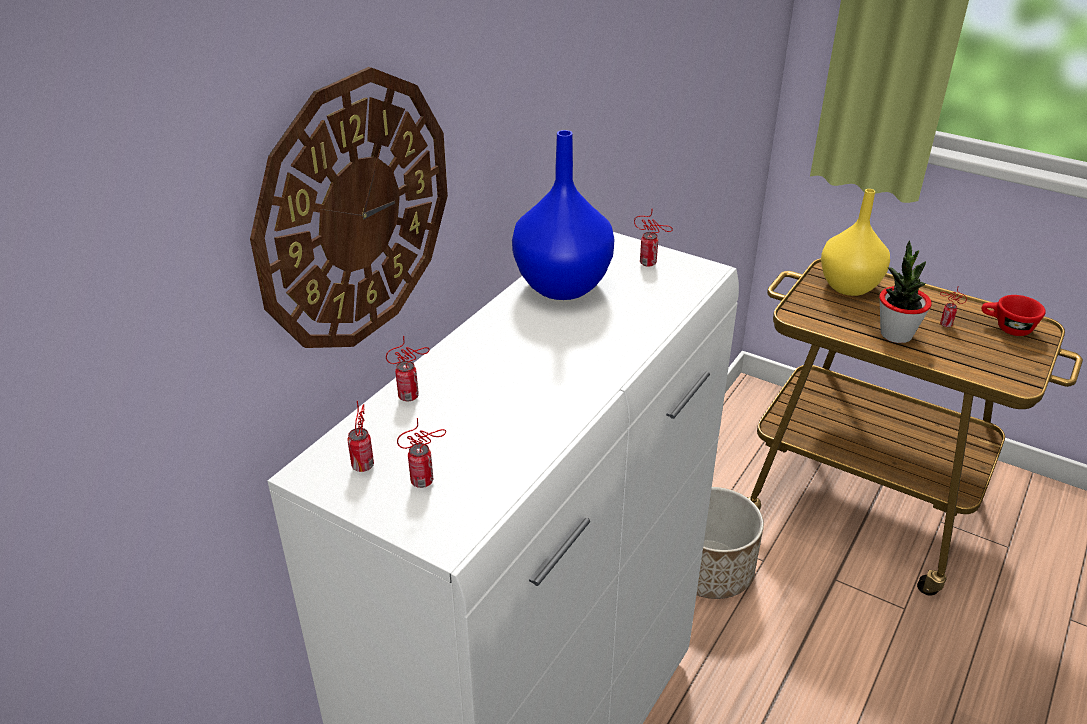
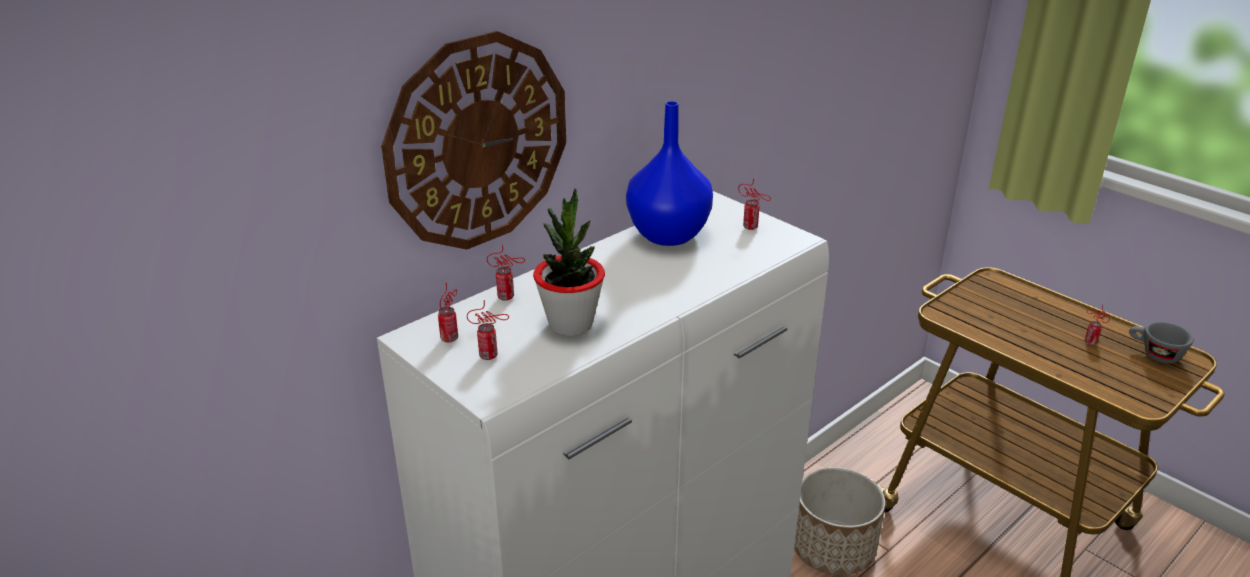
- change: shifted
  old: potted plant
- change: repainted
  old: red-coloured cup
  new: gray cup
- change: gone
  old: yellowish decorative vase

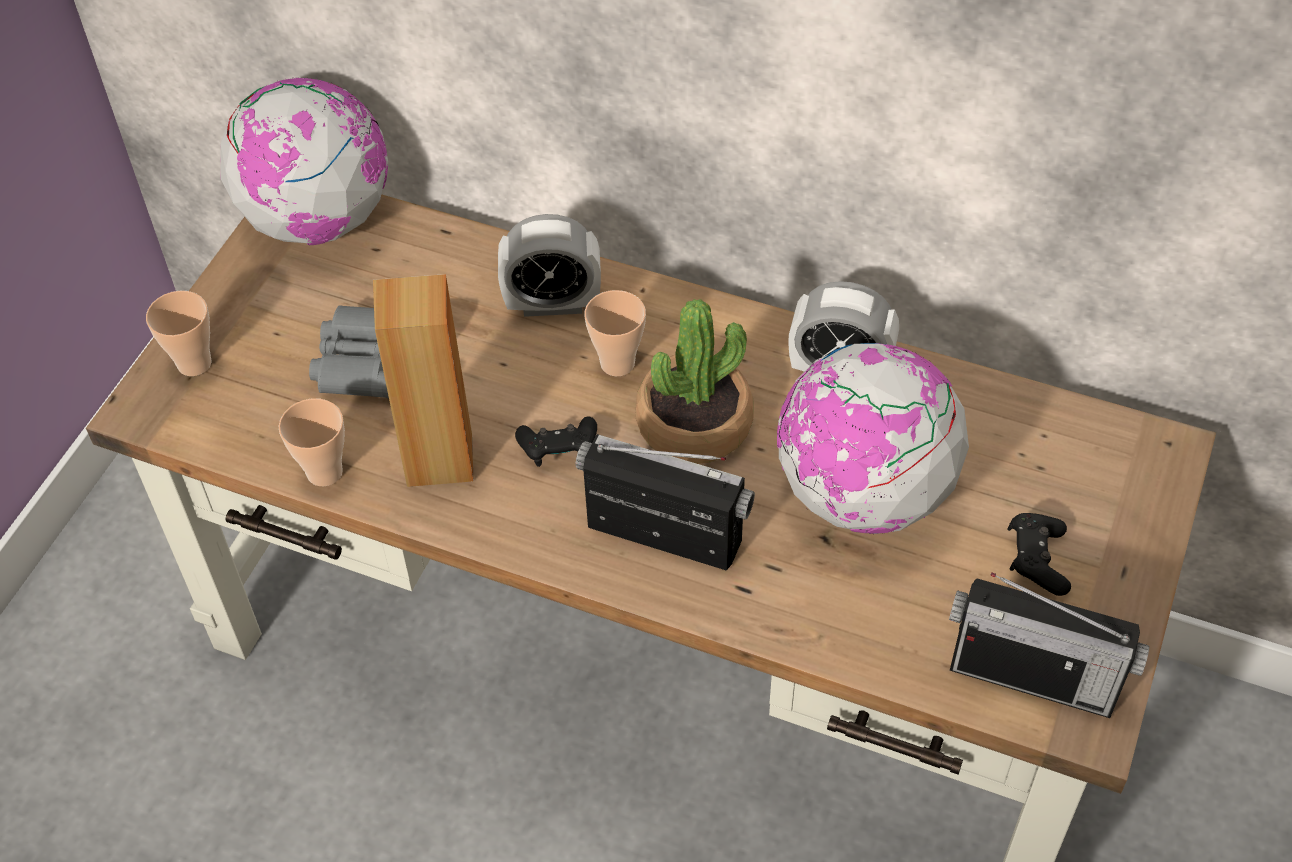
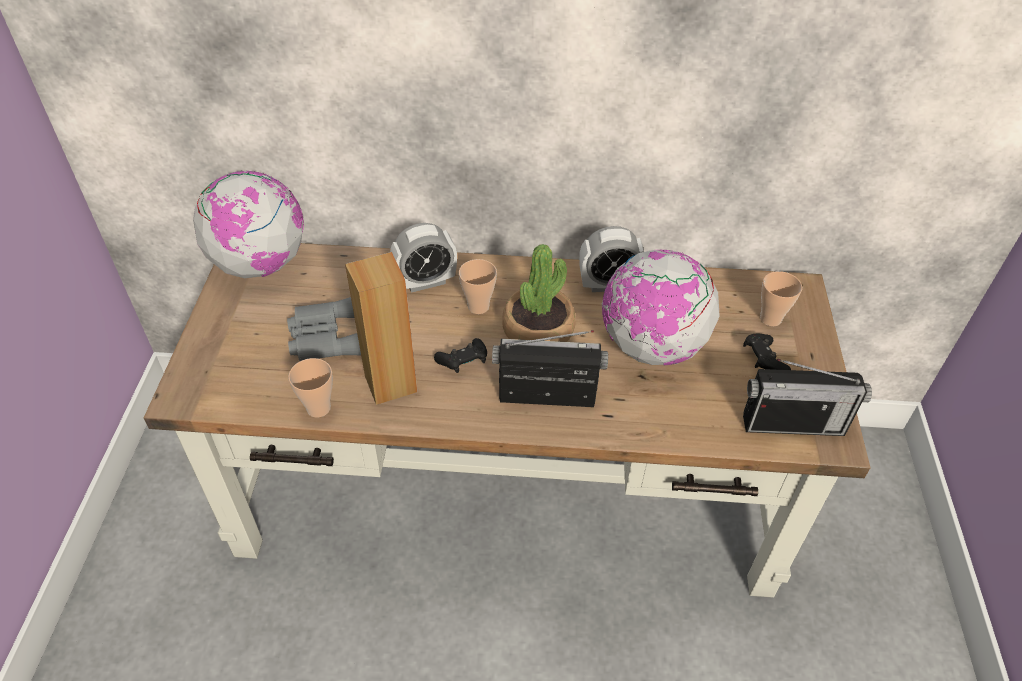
- change: shifted
  old: cup (no. 1 from left in the first image)
  new: cup (no. 3 from left)

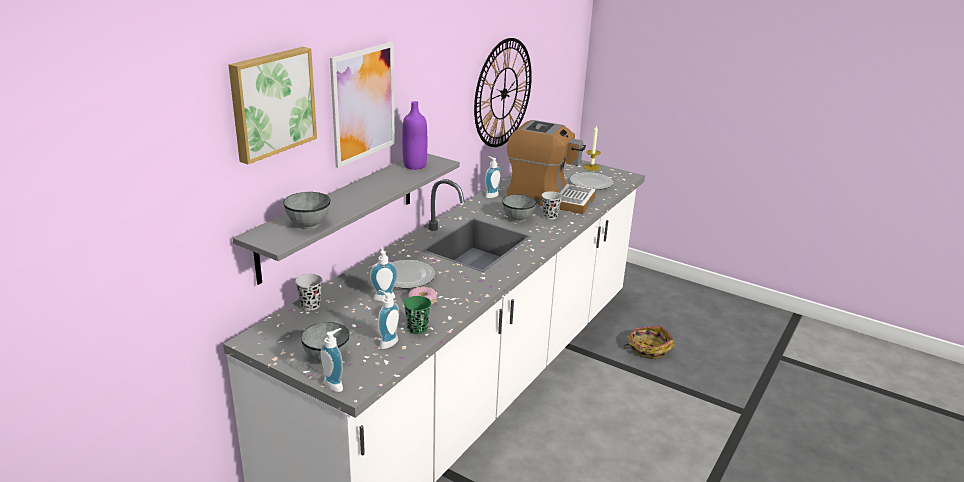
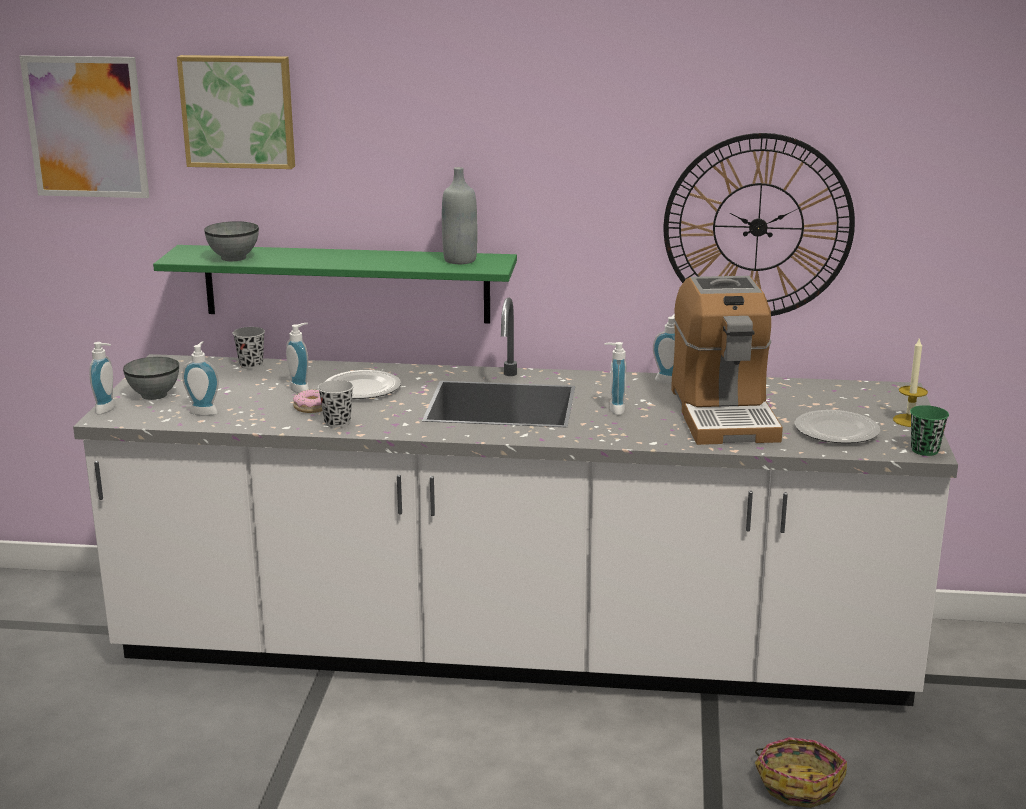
- change: shifted
  old: wall picture (no. 2 from left in the first image)
  new: wall picture (no. 1 from left)
- change: repainted
  old: gray shelf
  new: greenish shelf
- change: shifted
  old: black cup (no. 2 from left)
- change: repainted
  old: purplish beverage bottle
  new: gray beverage bottle
- change: swapped
  old: gray serving bowl (no. 3 from left)
  new: liquid soap bottle (no. 4 from left)
- change: shifted
  old: greenish cup

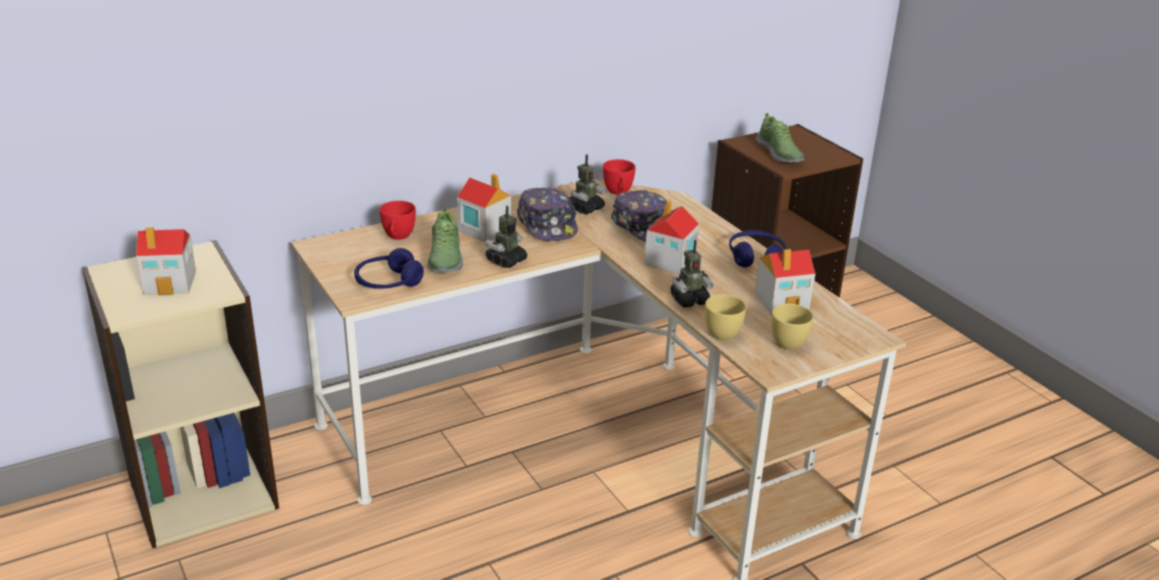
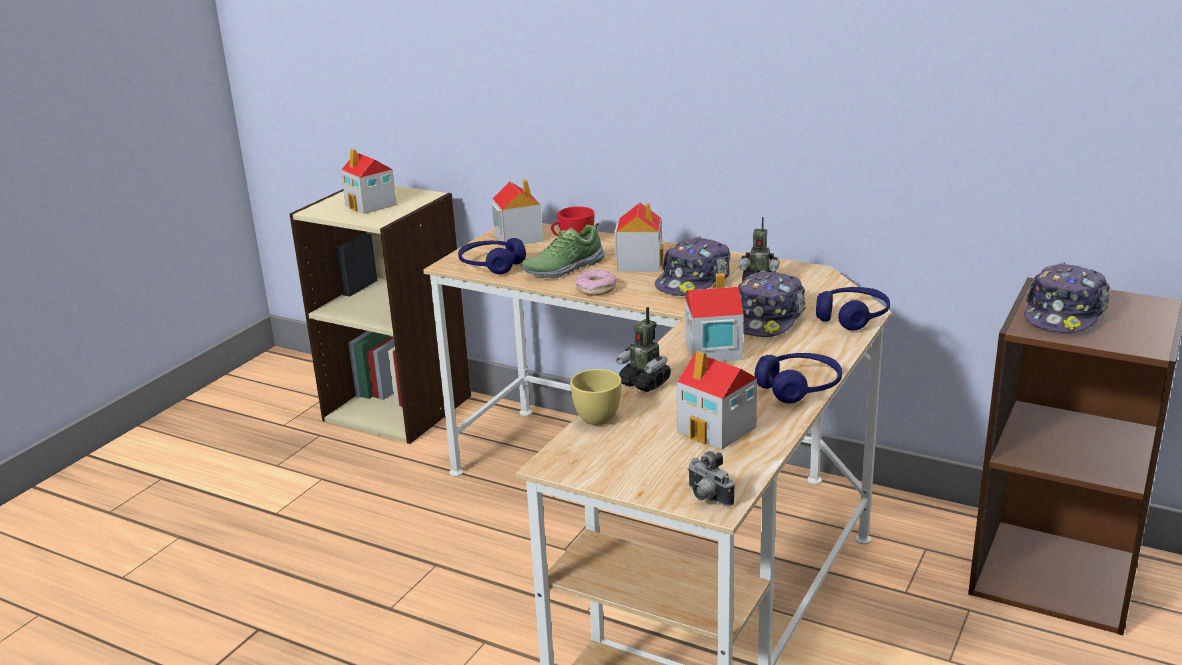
- change: new
  new: model house (no. 2 from left)
- change: swapped
  old: toy robot (no. 1 from left)
  new: donut
- change: new
  new: photo camera
- change: new
  new: blue pair of headphones (no. 3 from left)
- change: swapped
  old: low shoe (no. 2 from left)
  new: baseball cap (no. 3 from left)
- change: gone
  old: red-coloured cup (no. 2 from left)
- change: gone
  old: yellowish cup (no. 2 from left)

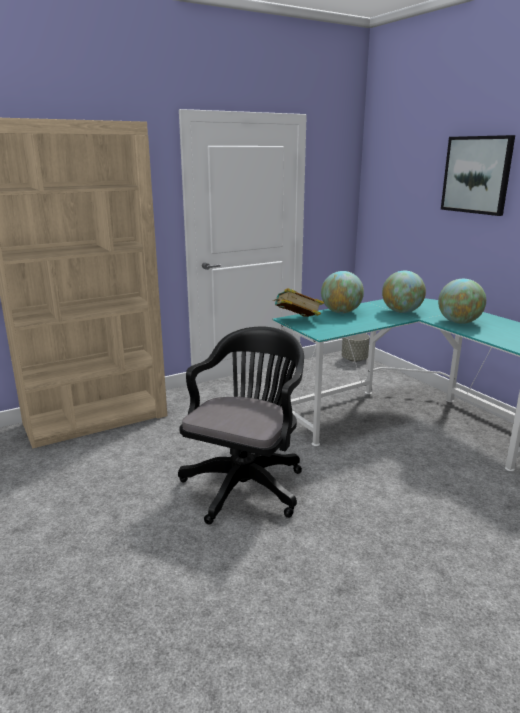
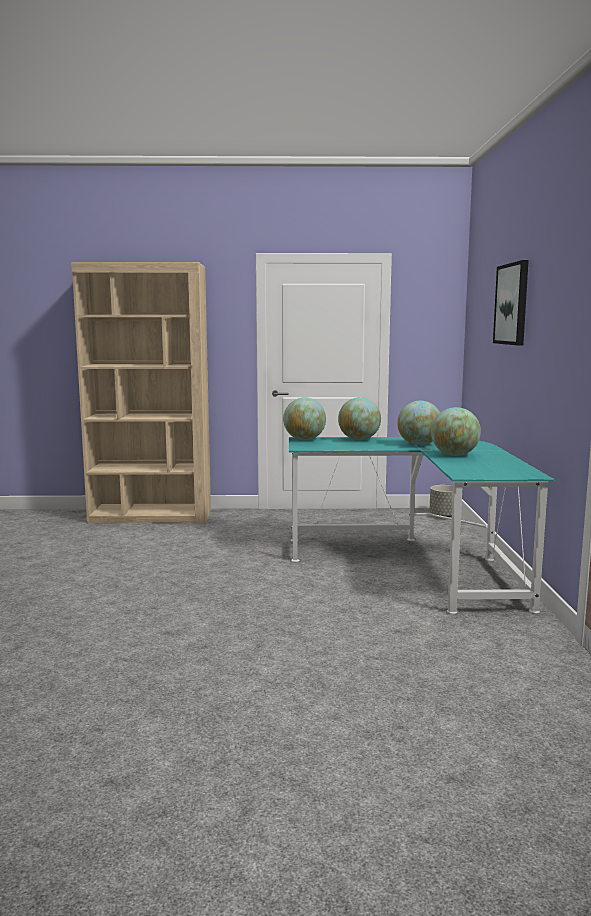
- change: swapped
  old: volume
  new: desk globe (no. 1 from left)
- change: gone
  old: black office chair

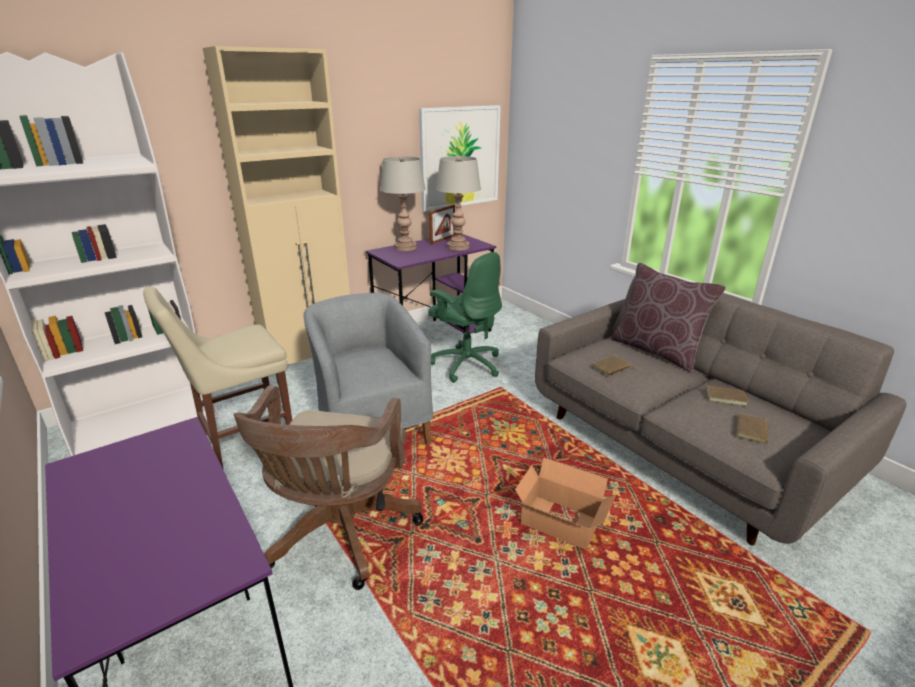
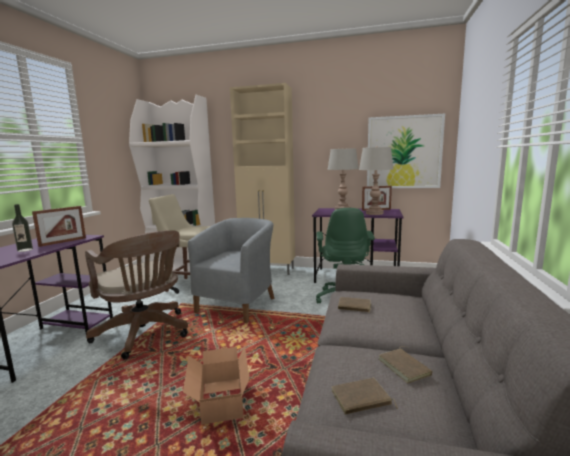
- change: new
  new: beverage bottle
- change: new
  new: photo frame (no. 1 from left)
- change: rotated
  old: brown office chair
  degrees: -105
- change: gone
  old: brown pillow

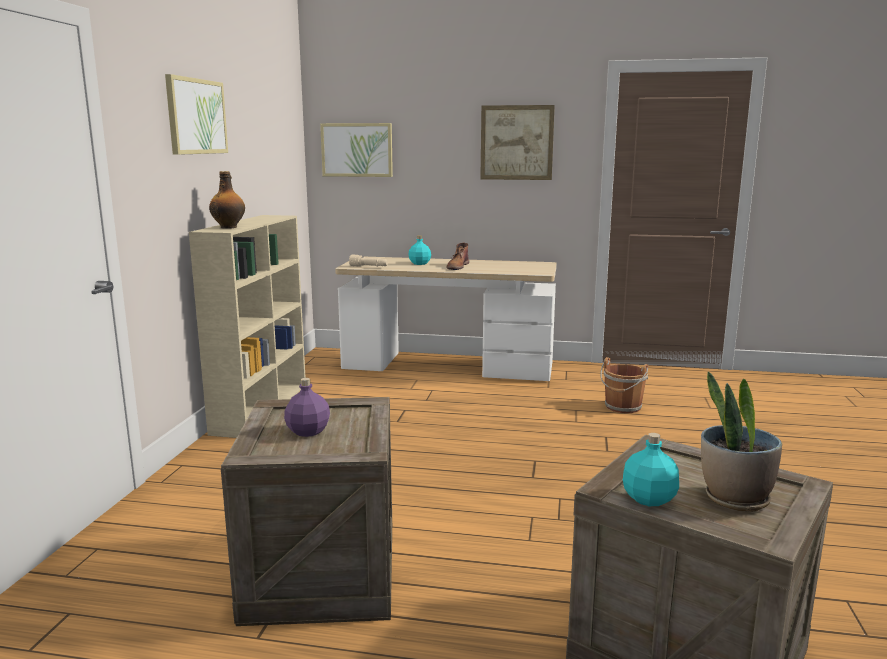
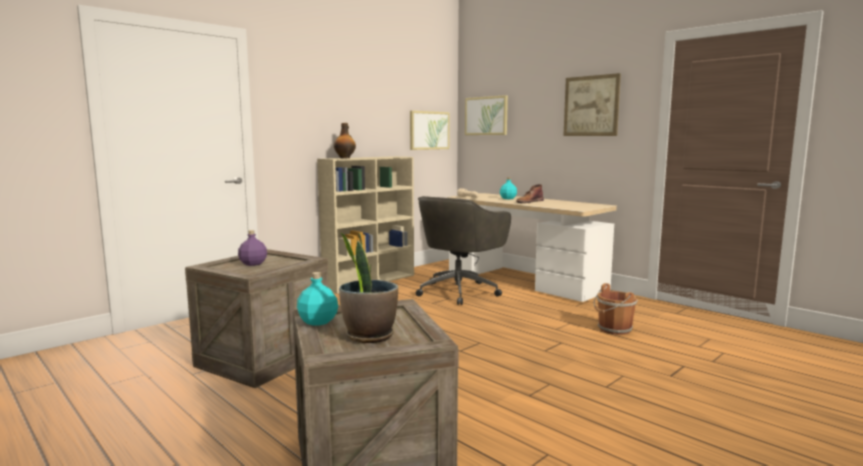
- change: shifted
  old: wall picture (no. 1 from left)
- change: new
  new: gray office chair

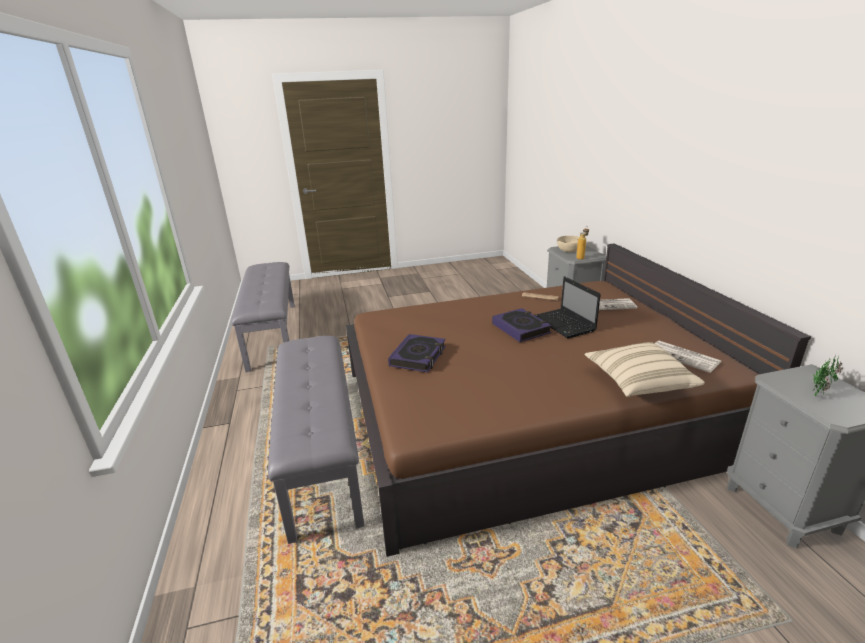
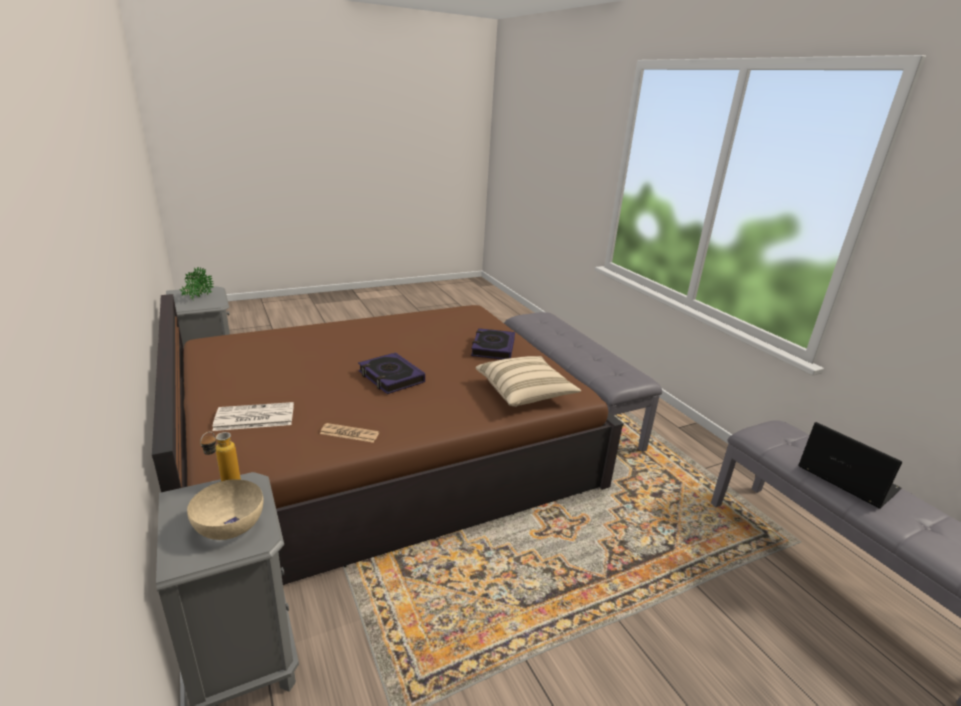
- change: shifted
  old: sand-coloured pillow
- change: shifted
  old: portable computer
- change: gone
  old: daily paper (no. 3 from left)

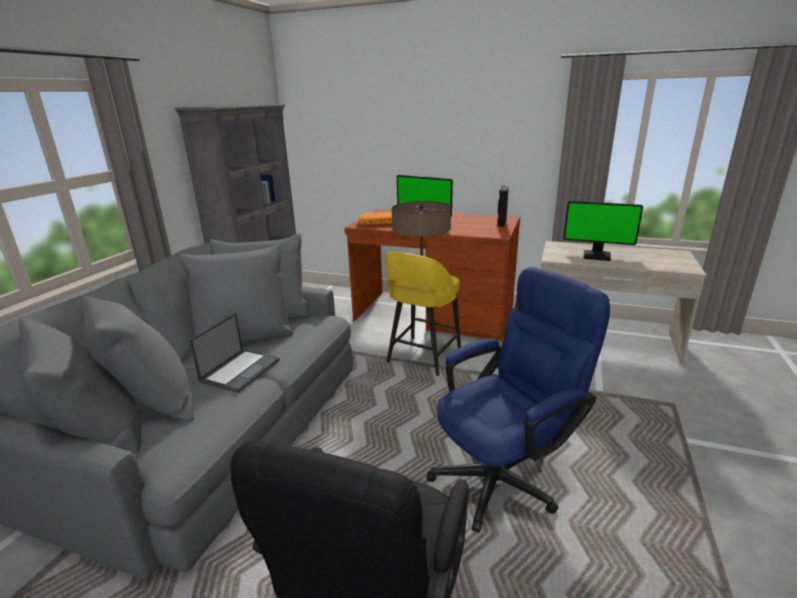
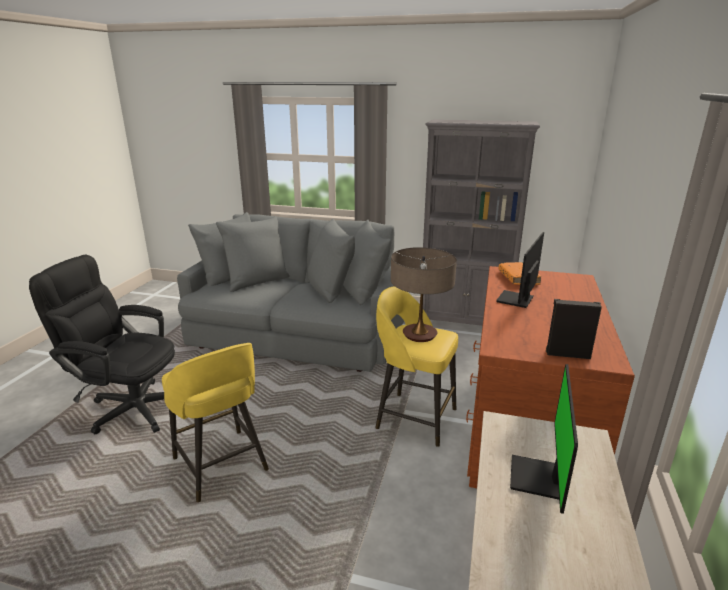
- change: swapped
  old: blue office chair
  new: yellowish sitting stool (no. 1 from left)
- change: gone
  old: portable computer

